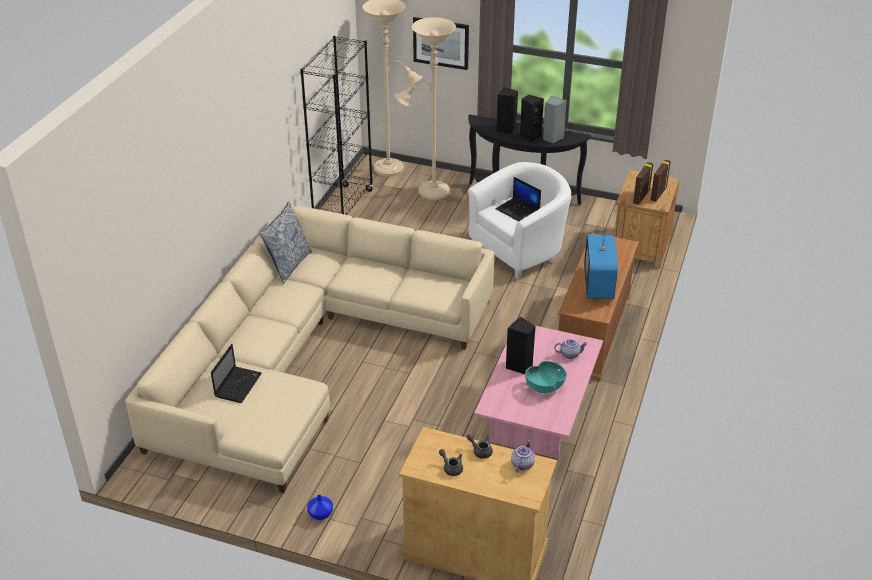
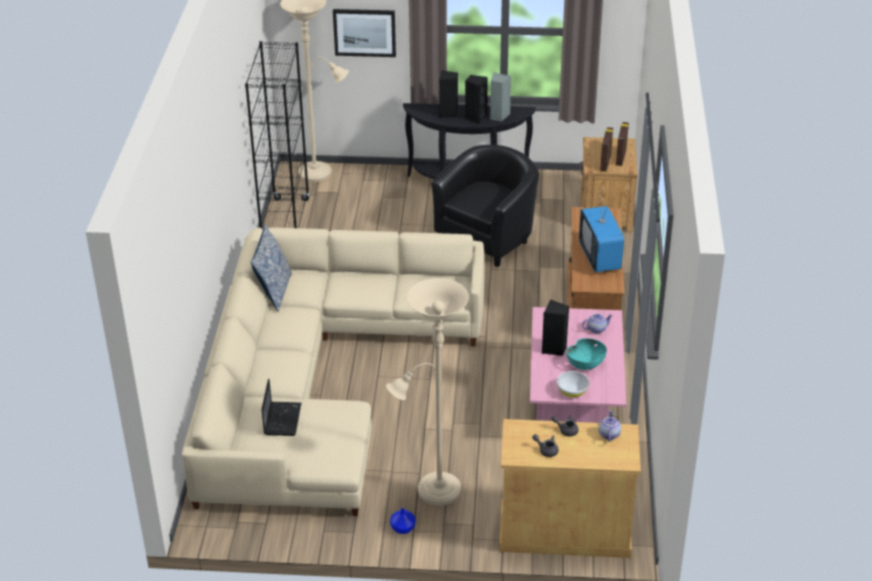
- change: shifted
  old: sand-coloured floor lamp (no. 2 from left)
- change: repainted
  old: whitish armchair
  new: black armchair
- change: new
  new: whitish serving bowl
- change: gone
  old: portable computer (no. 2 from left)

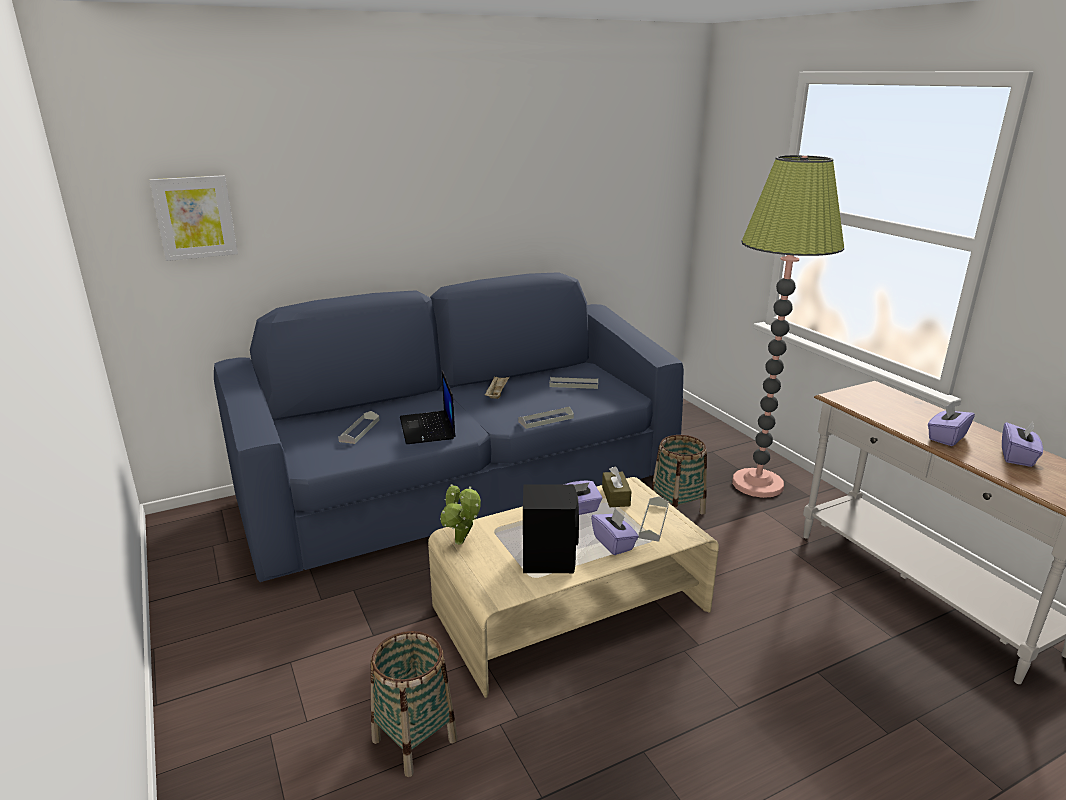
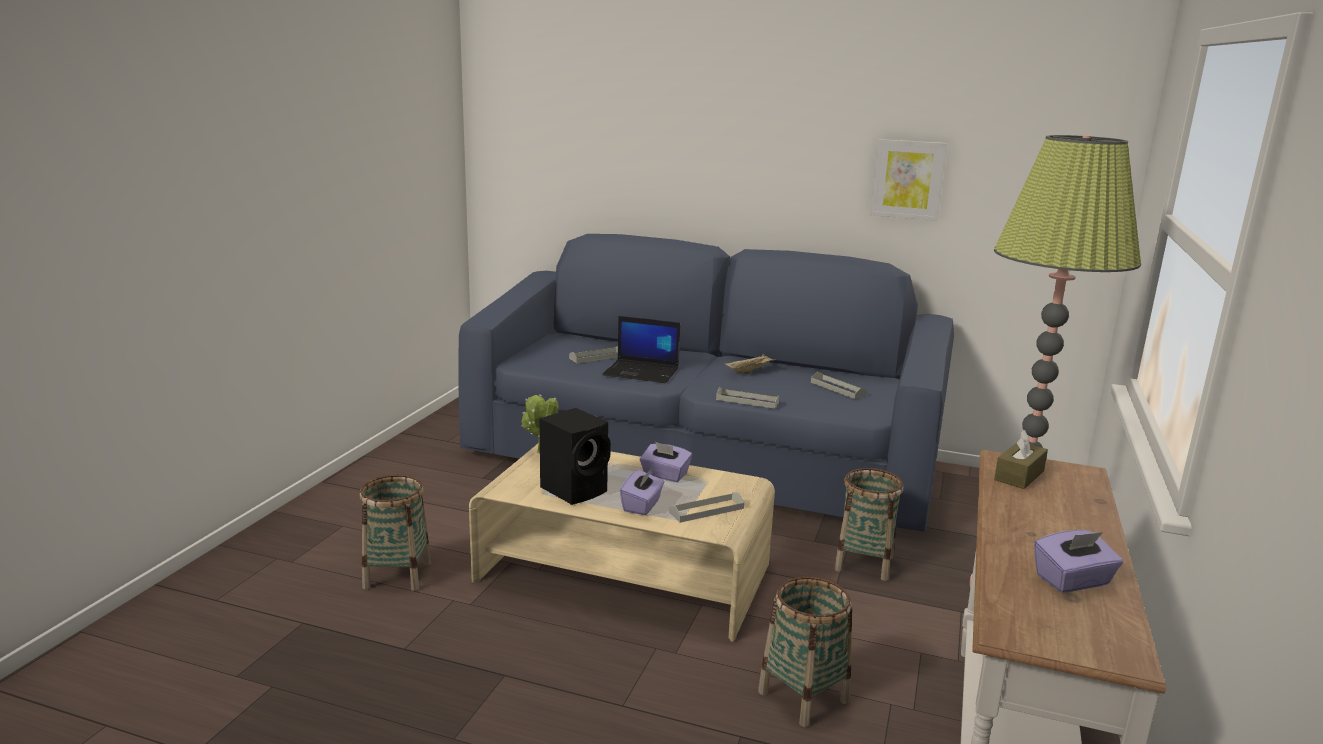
- change: rotated
  old: portable computer
  degrees: -105
- change: new
  new: storage basket (no. 2 from left)
- change: shifted
  old: wall picture
- change: shifted
  old: brown tissue holder
- change: gone
  old: purplish tissue holder (no. 3 from left)

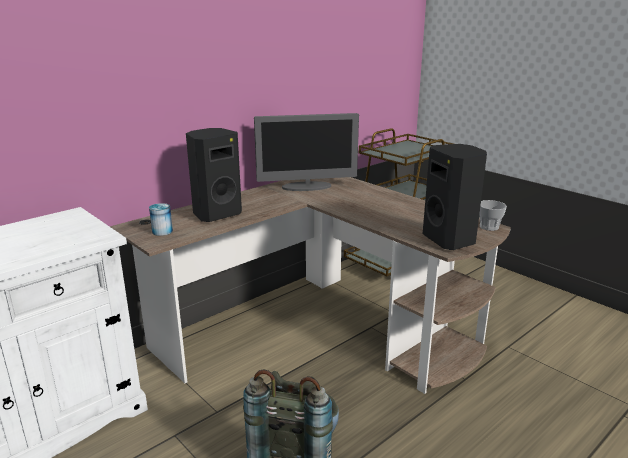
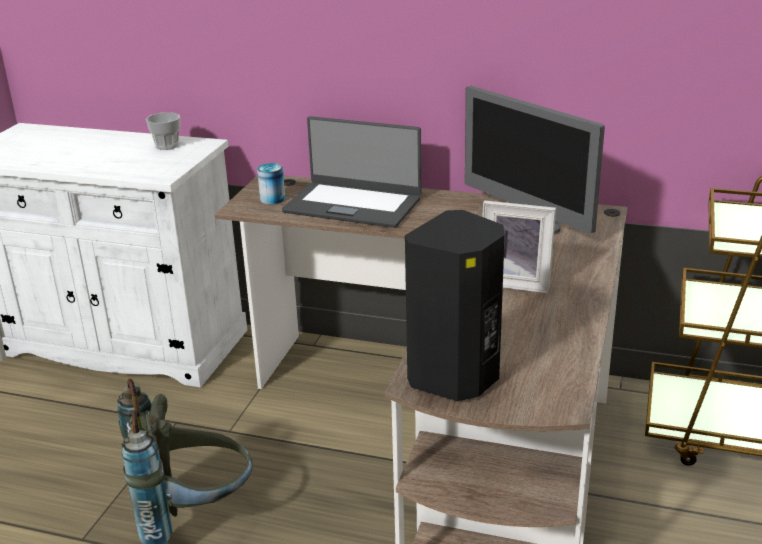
- change: shifted
  old: cup
- change: swapped
  old: black loudspeaker (no. 1 from left)
  new: portable computer
- change: new
  new: photo frame

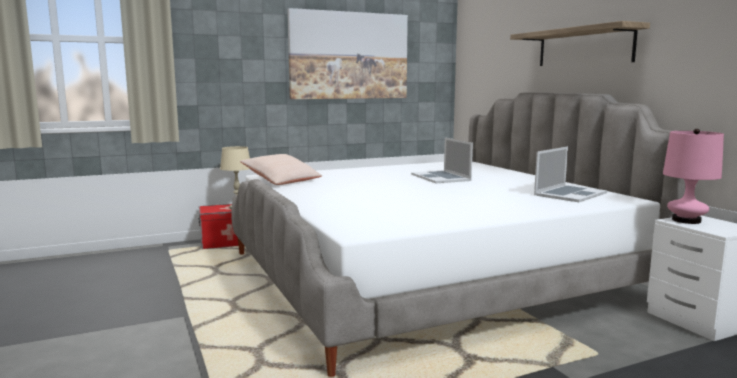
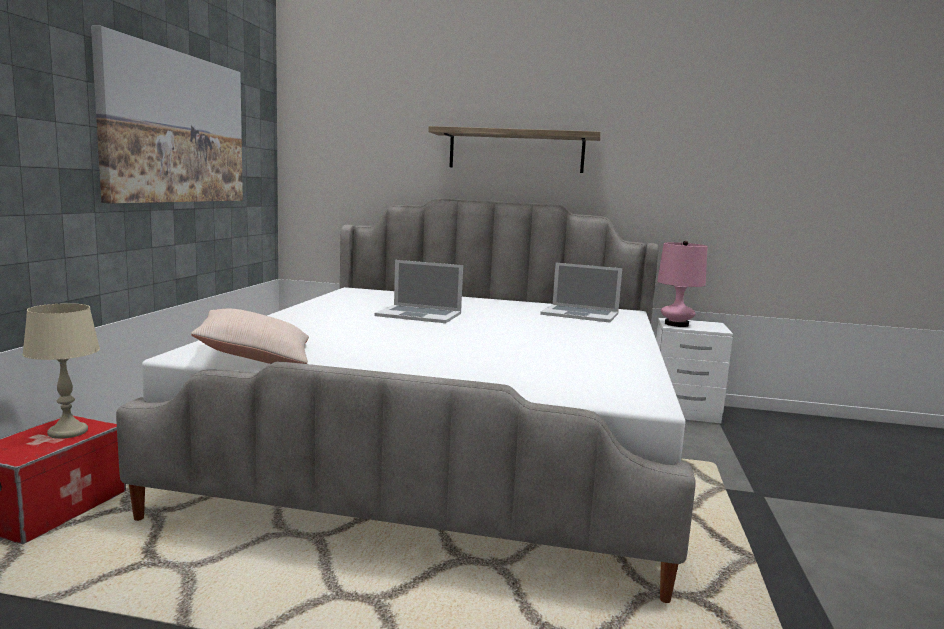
- change: rotated
  old: portable computer (no. 2 from left)
  degrees: 120

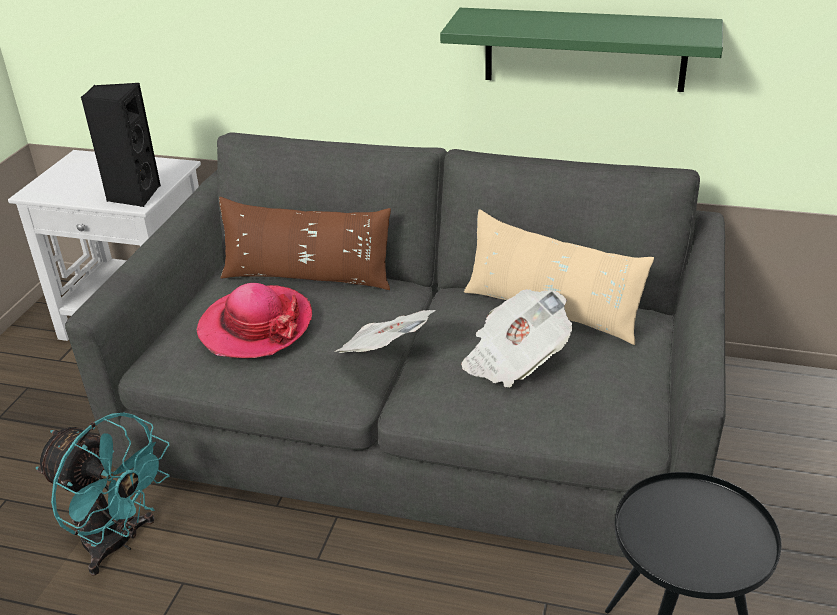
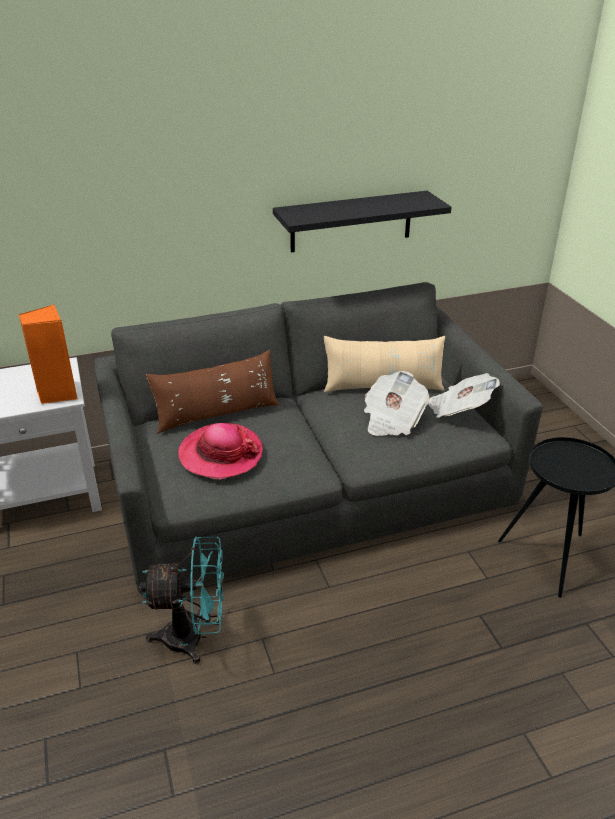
- change: repainted
  old: black loudspeaker
  new: orangey loudspeaker
- change: repainted
  old: greenish shelf
  new: black shelf
- change: shifted
  old: daily paper (no. 1 from left in the first image)
  new: daily paper (no. 2 from left)

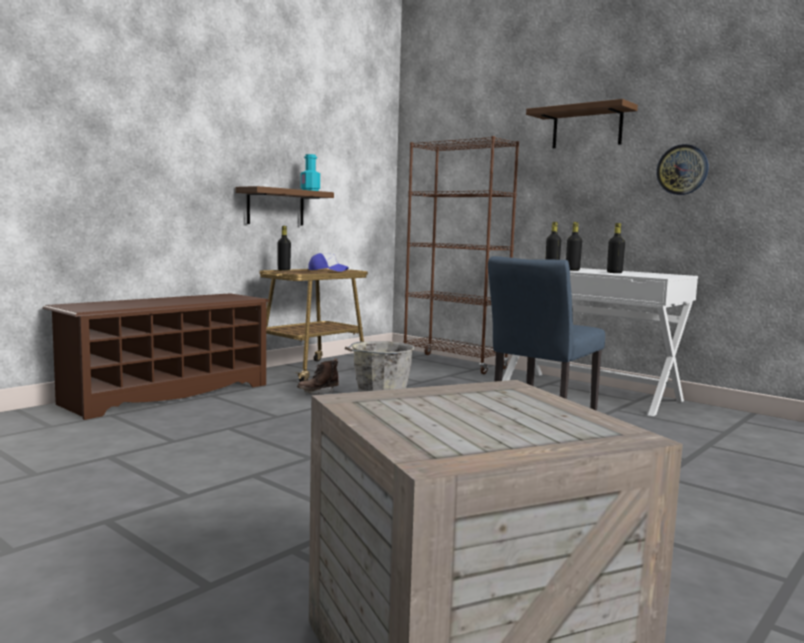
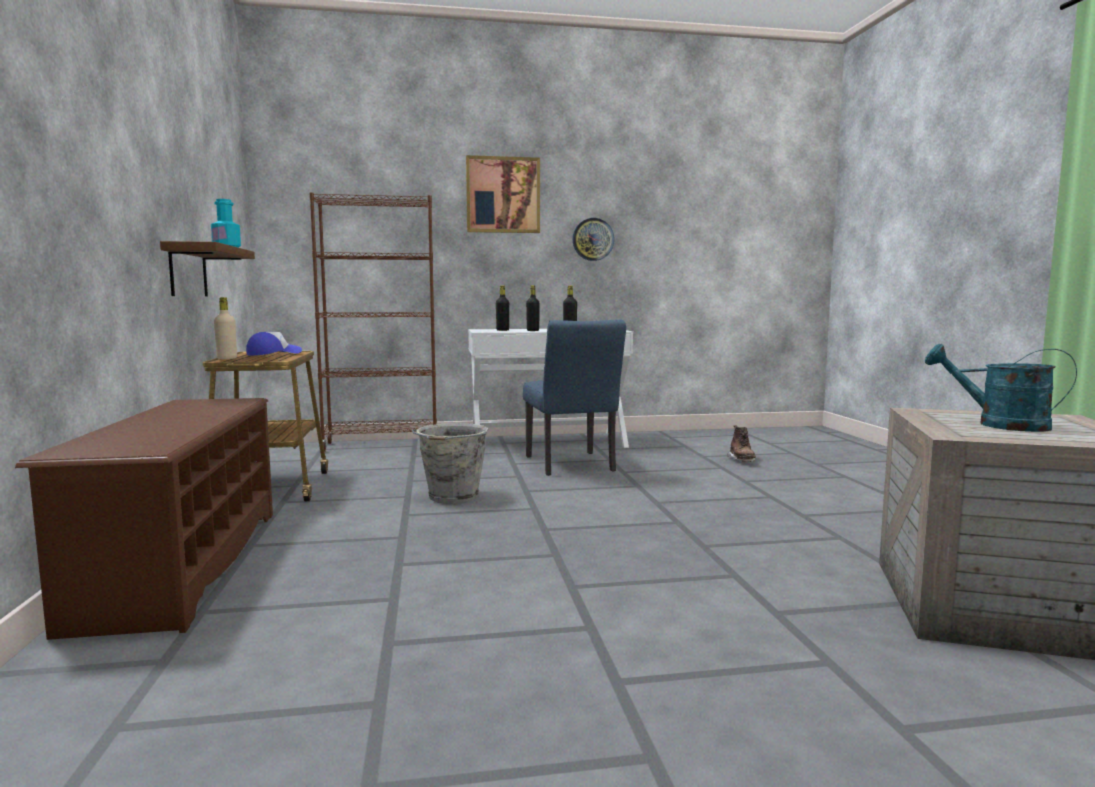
- change: repainted
  old: black beverage bottle (no. 1 from left)
  new: sand-coloured beverage bottle
- change: swapped
  old: brown shelf (no. 2 from left)
  new: wall picture
- change: shifted
  old: brown tall boot
- change: new
  new: turquoise watering can

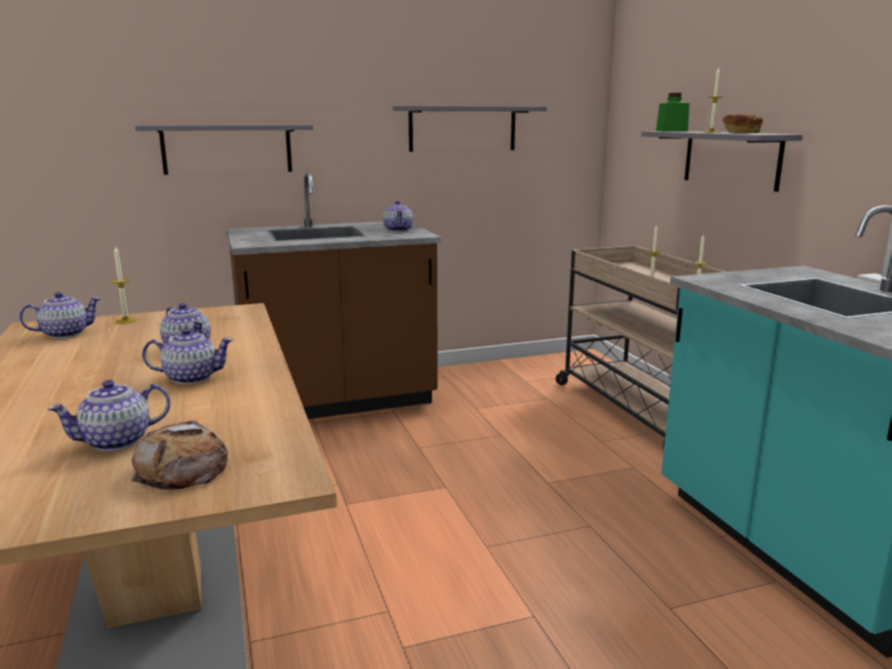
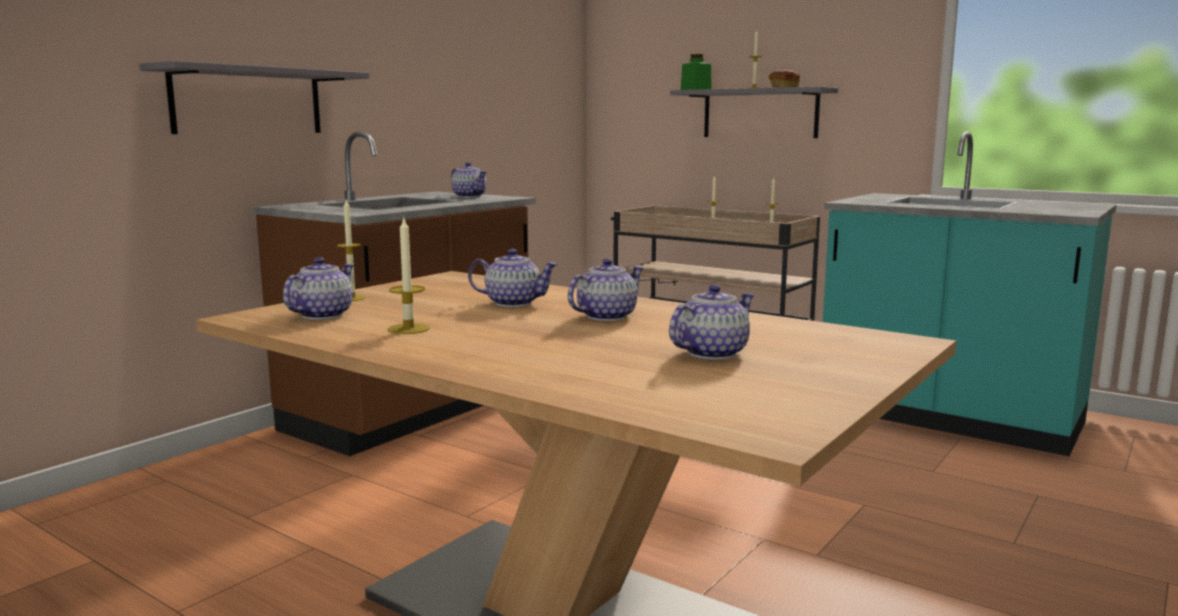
- change: new
  new: wax candle (no. 2 from left)
- change: rotated
  old: tea pot (no. 2 from left in the first image)
  degrees: -150
- change: gone
  old: baked bread (no. 1 from left)
- change: gone
  old: gray shelf (no. 2 from left)

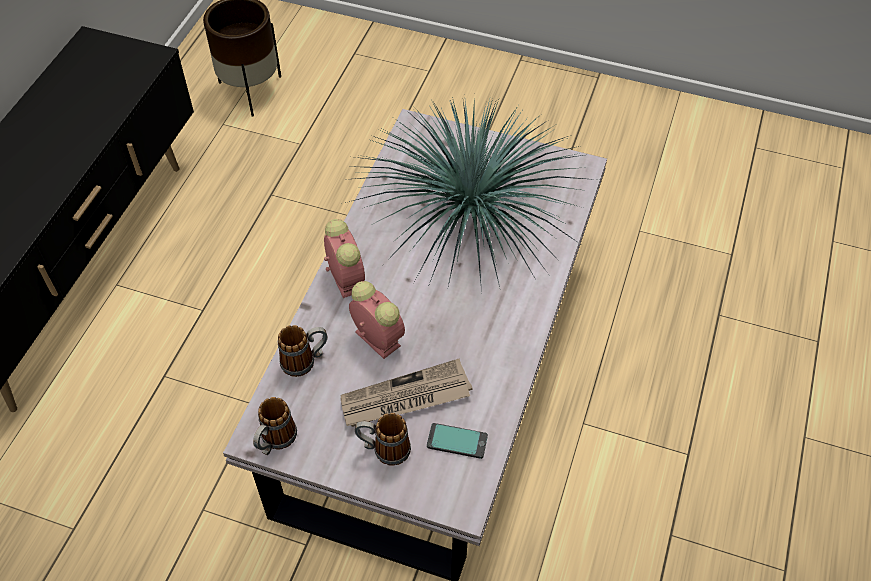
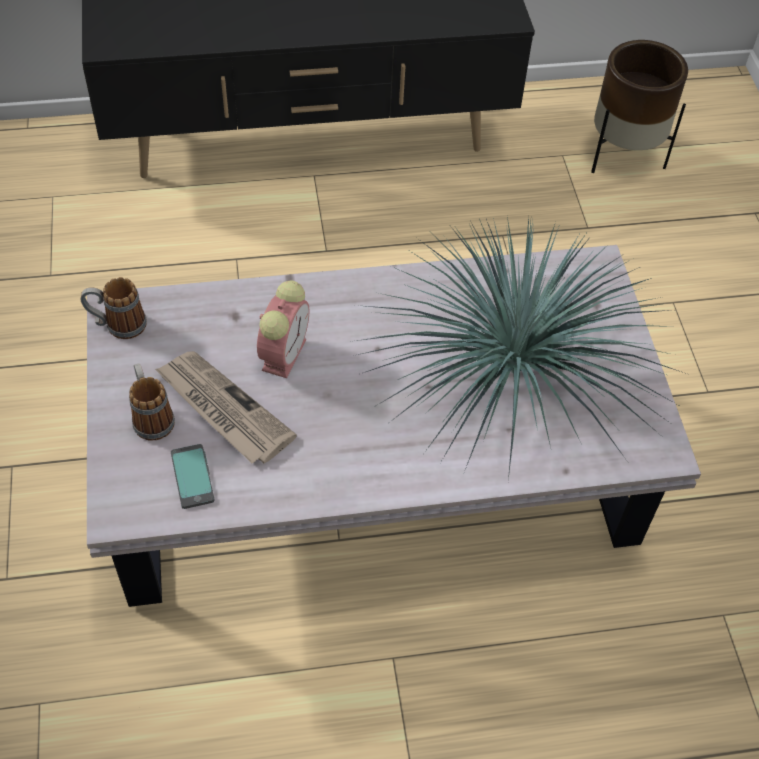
- change: gone
  old: mug (no. 2 from left)
- change: gone
  old: bedside clock (no. 1 from left)

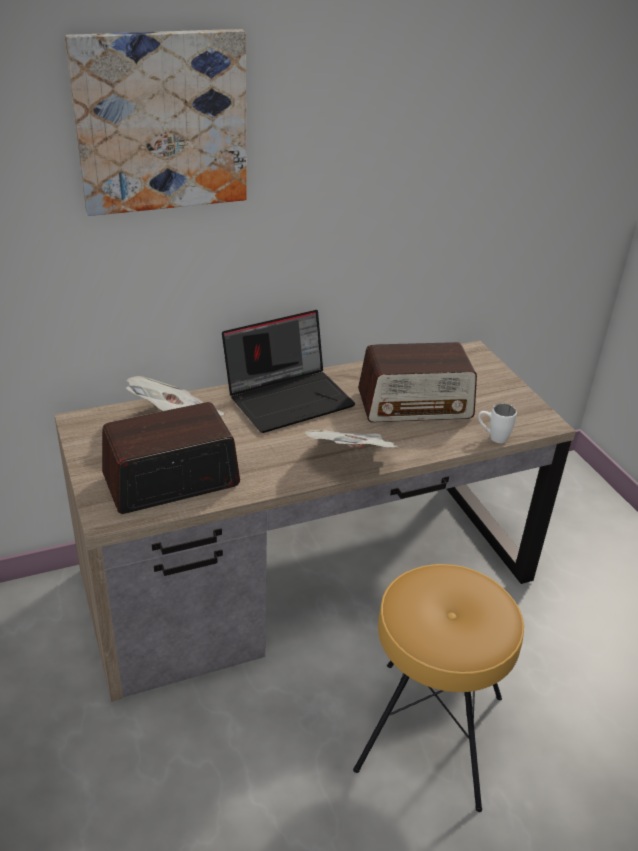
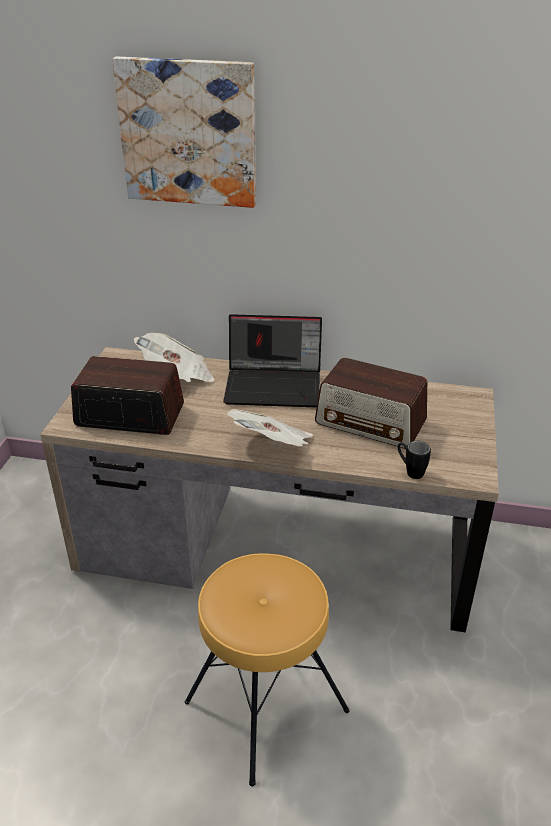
- change: repainted
  old: whitish mug
  new: black mug

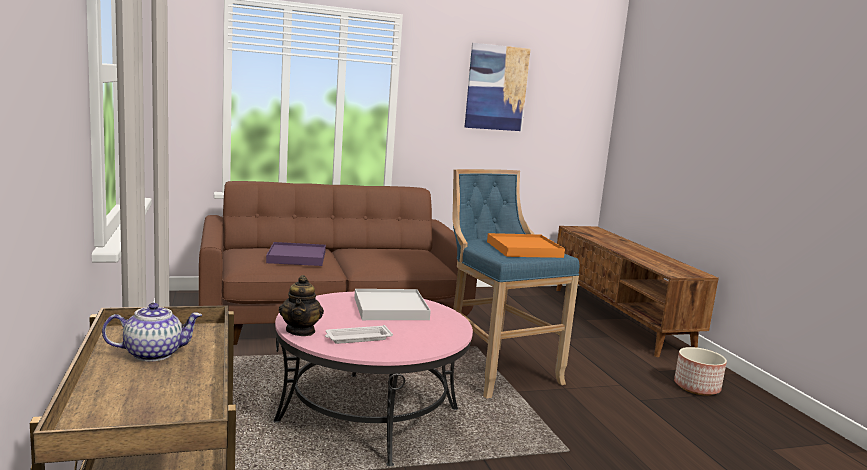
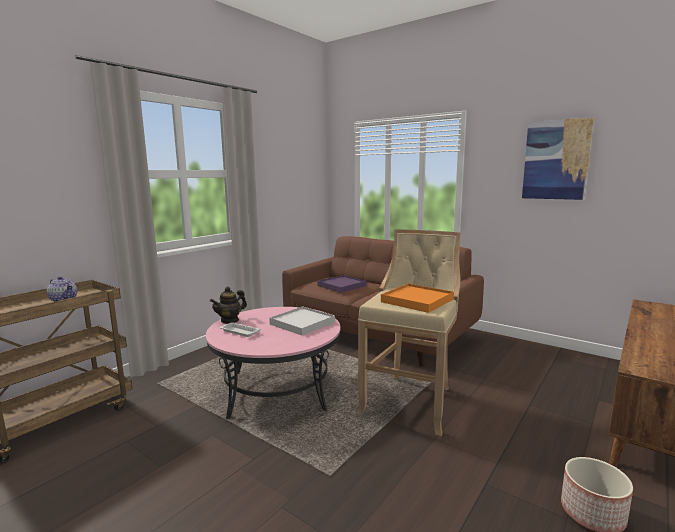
- change: repainted
  old: blue sitting stool
  new: sand-coloured sitting stool

